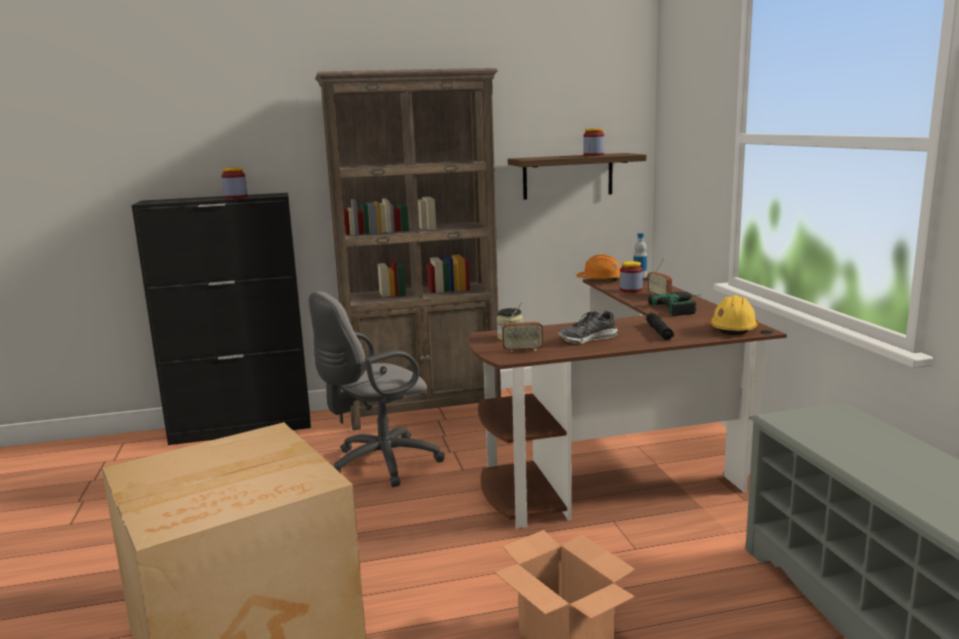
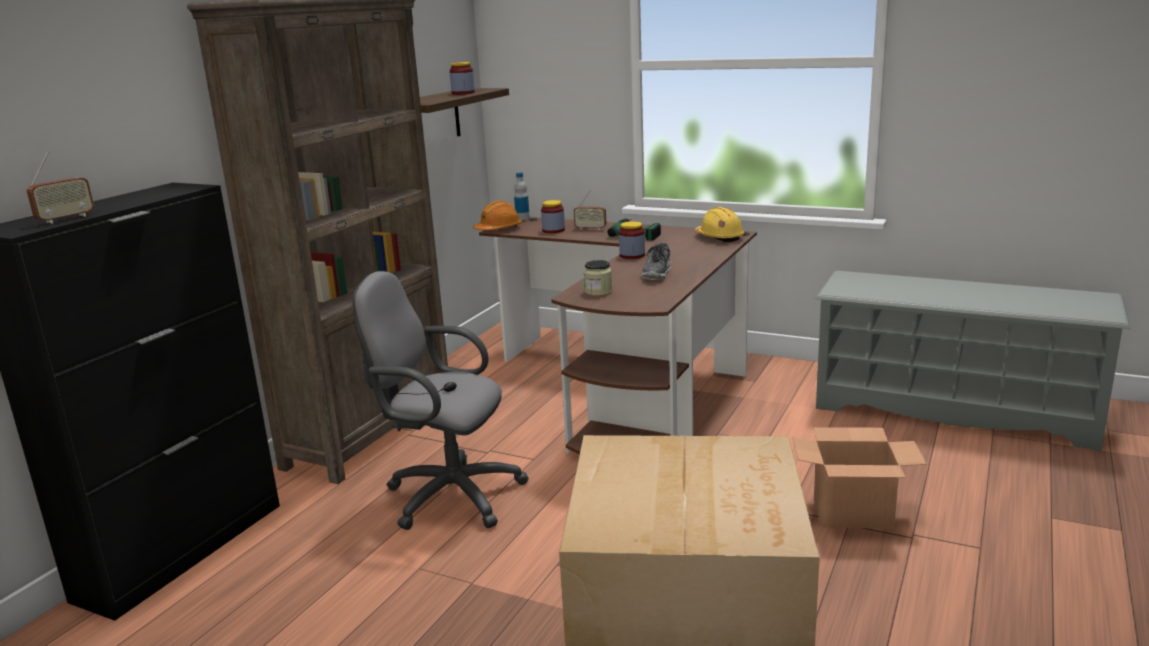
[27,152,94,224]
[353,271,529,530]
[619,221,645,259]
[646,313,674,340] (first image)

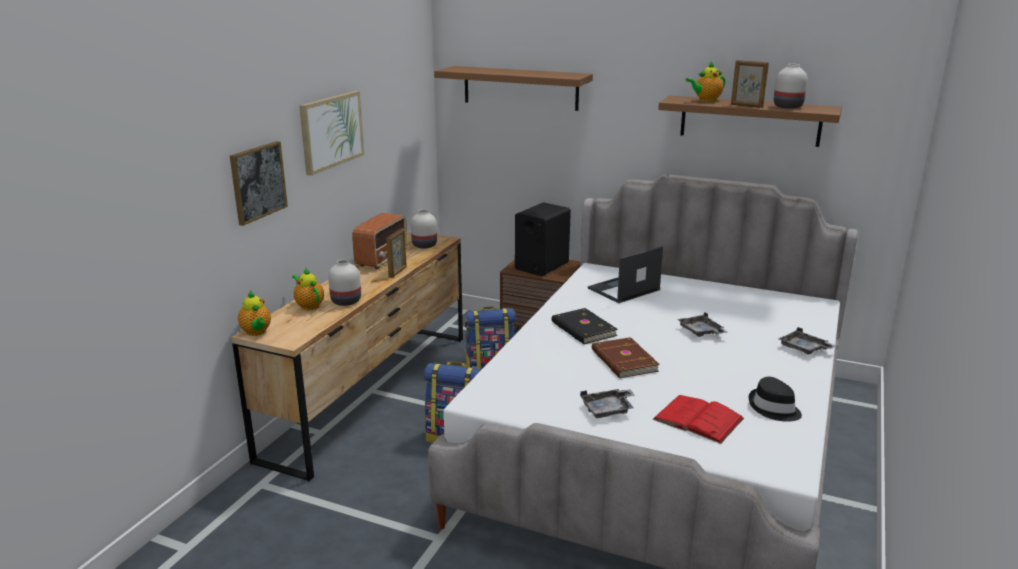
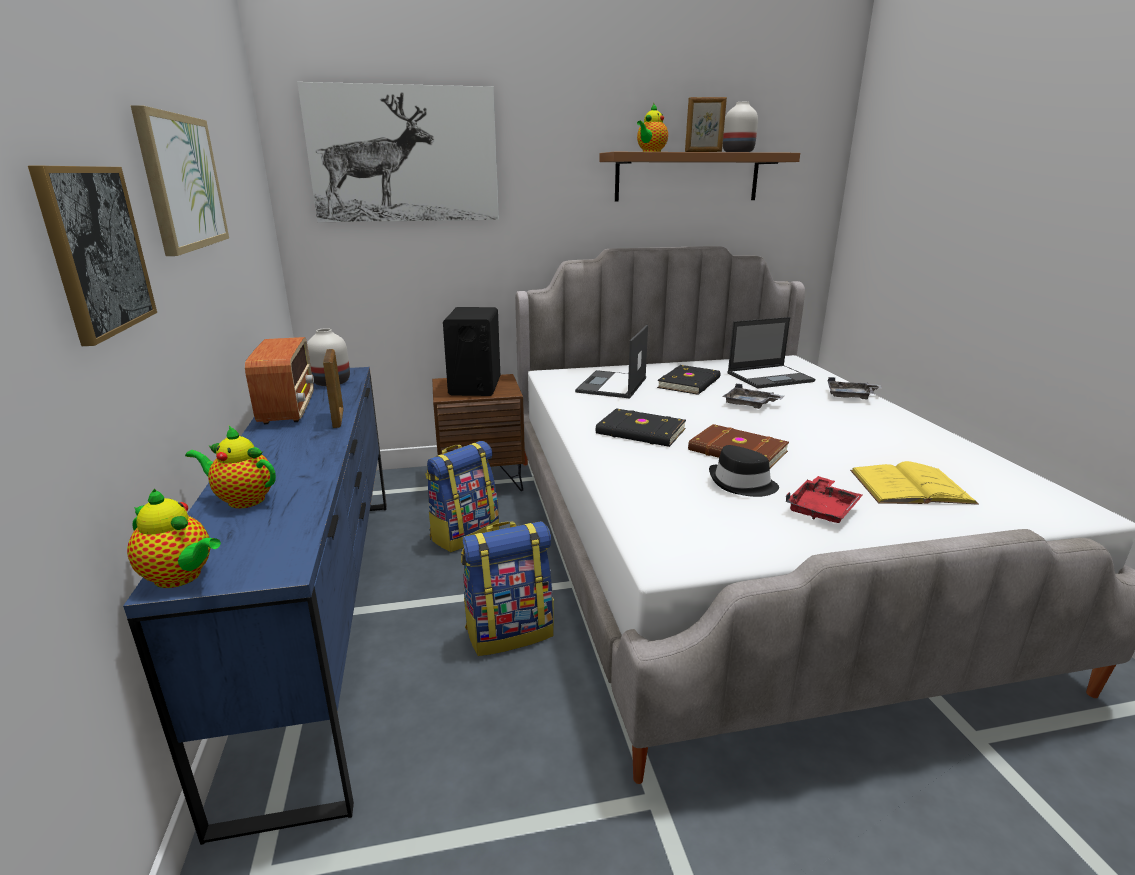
[123,367,387,845]
[297,82,499,222]
[657,365,721,395]
[709,445,779,497]
[727,317,815,389]
[786,476,863,523]
[850,461,979,505]
[328,259,361,306] (first image)

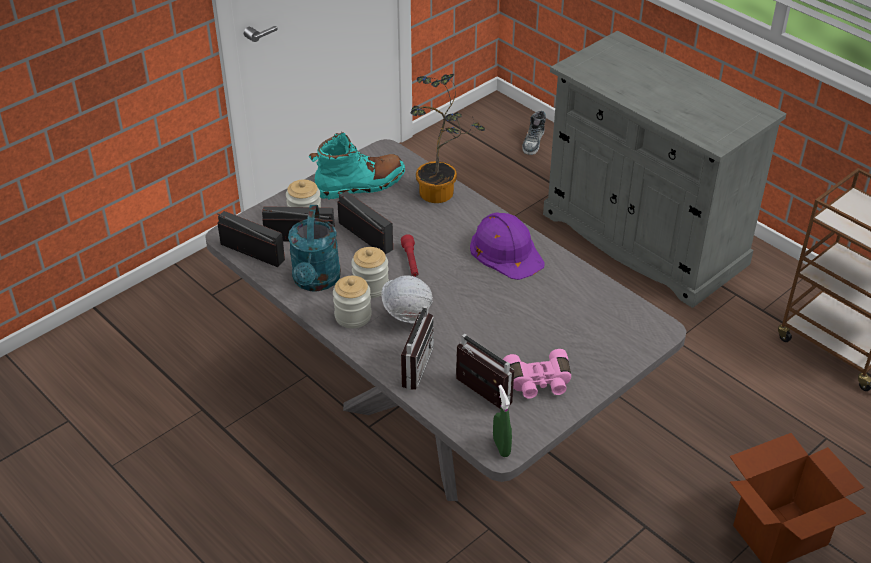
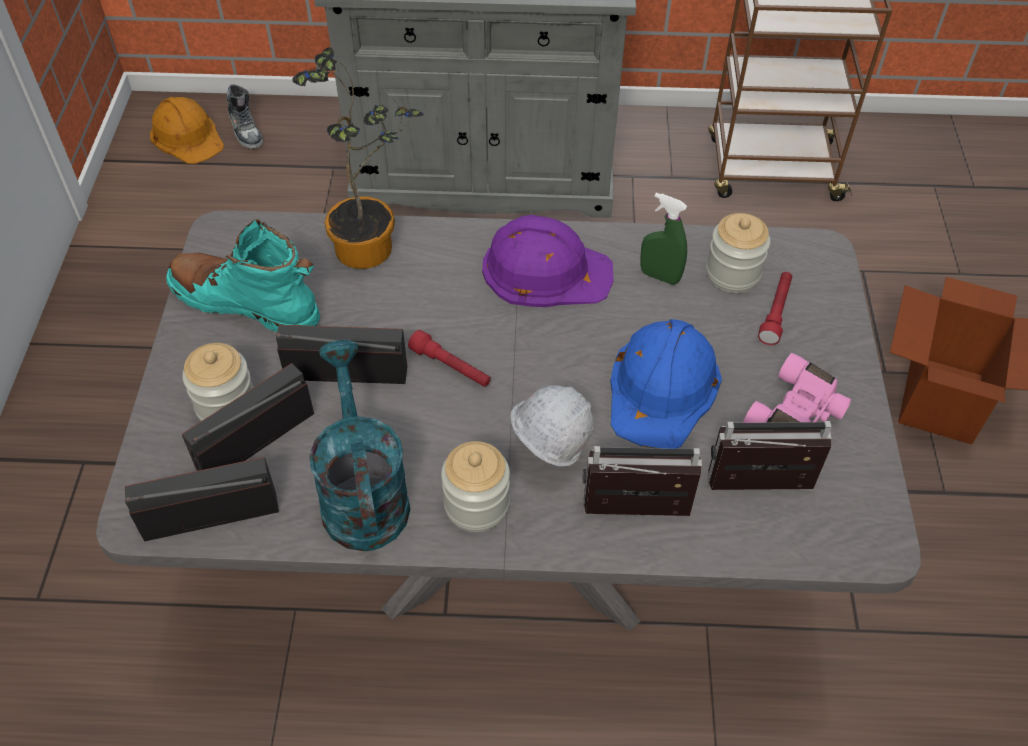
[150,97,224,164]
[166,219,320,332]
[309,340,410,551]
[583,446,702,516]
[610,319,722,449]
[640,193,687,285]
[706,213,770,293]
[758,272,792,345]

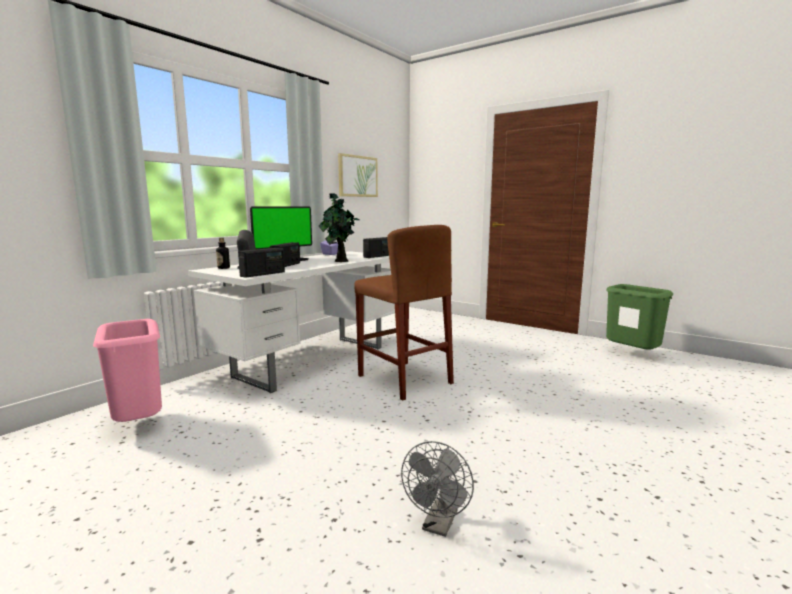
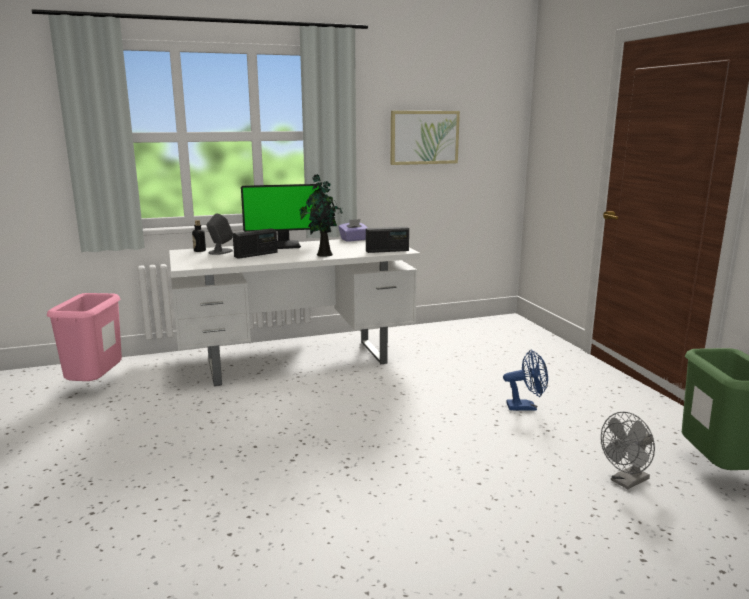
[503,349,548,411]
[601,412,655,489]
[238,248,285,278] (first image)
[354,225,454,400] (first image)

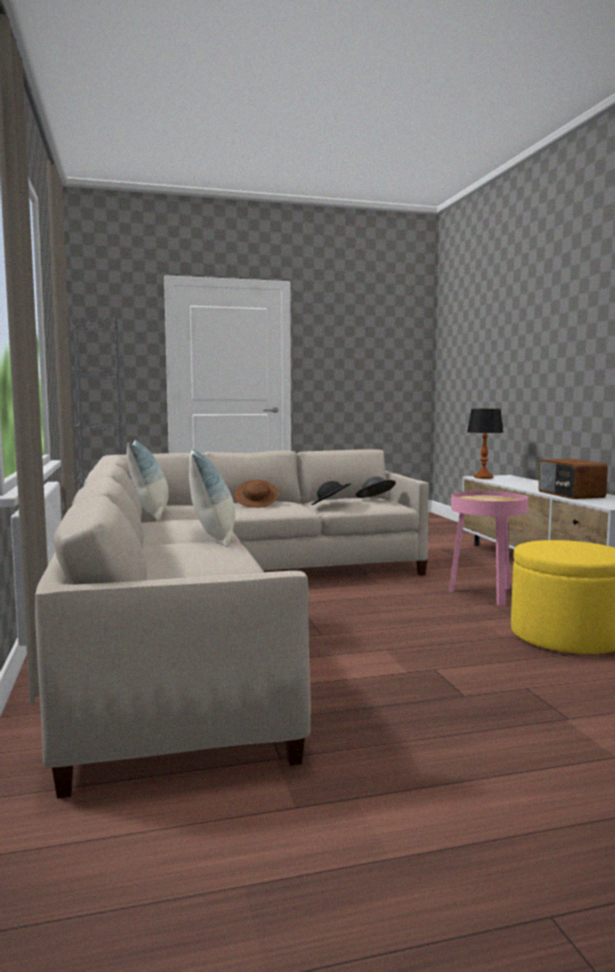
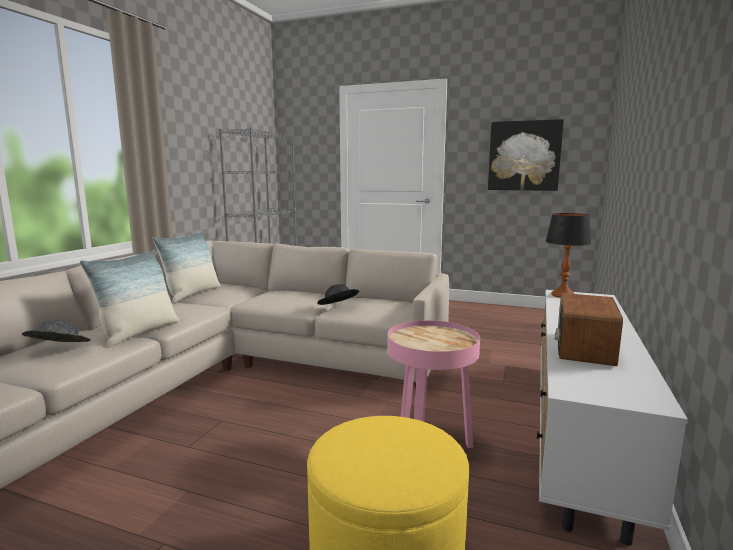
[22,319,91,342]
[488,119,564,191]
[234,480,279,508] (first image)

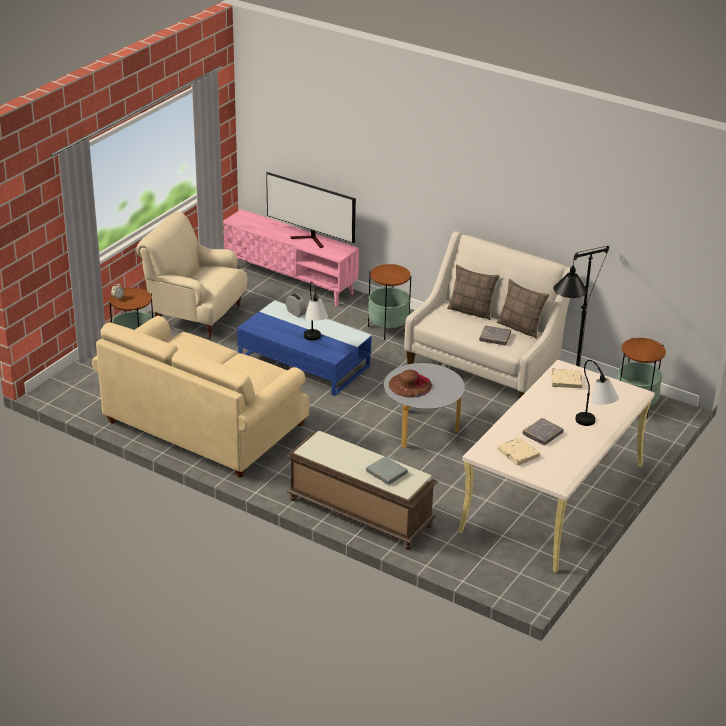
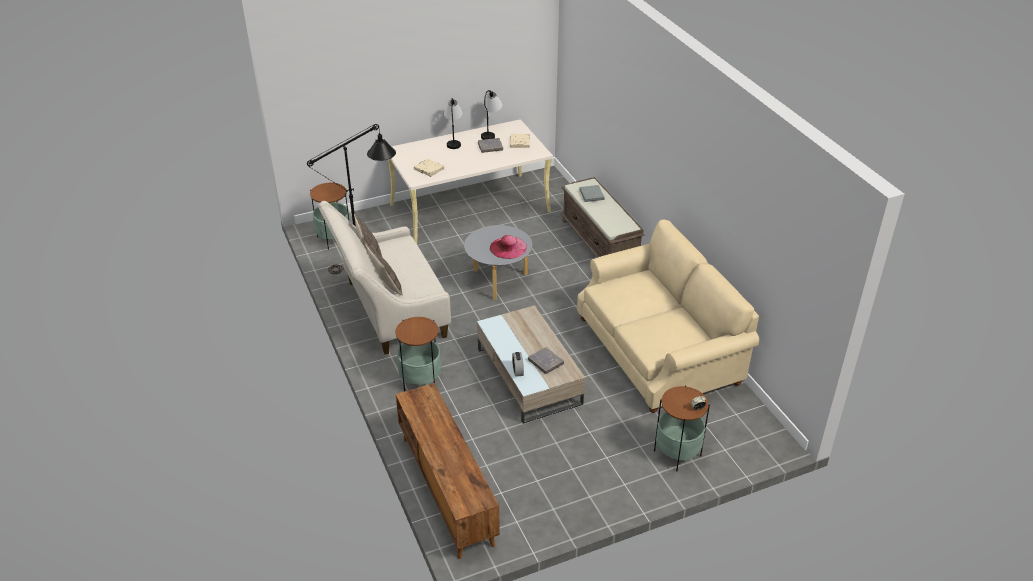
[396,383,500,559]
[477,305,585,424]
[481,90,503,140]
[490,235,527,259]
[528,347,564,374]
[136,212,247,339] (first image)
[266,172,356,248] (first image)

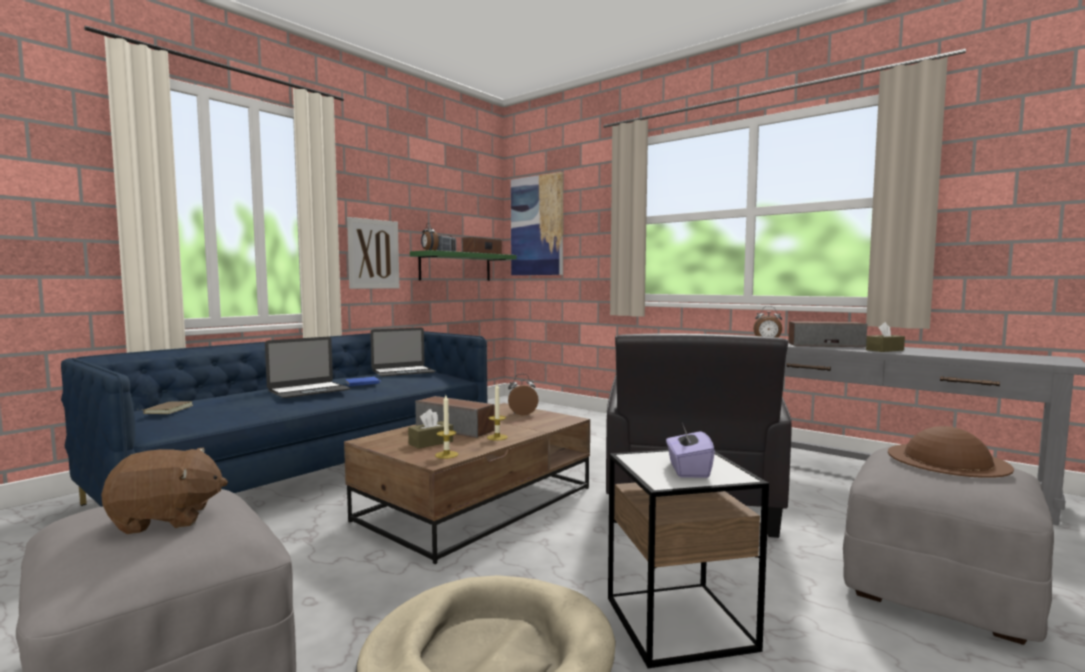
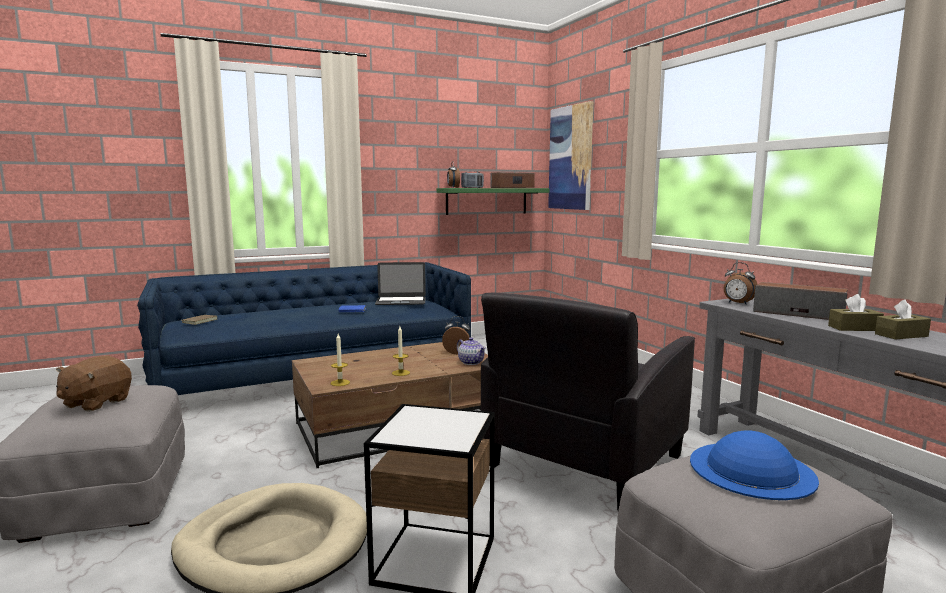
[56,355,132,412]
[457,337,486,365]
[690,430,819,500]
[875,299,931,339]
[265,337,350,398] (first image)
[347,217,399,289] (first image)
[415,396,494,438] (first image)
[666,423,715,478] (first image)

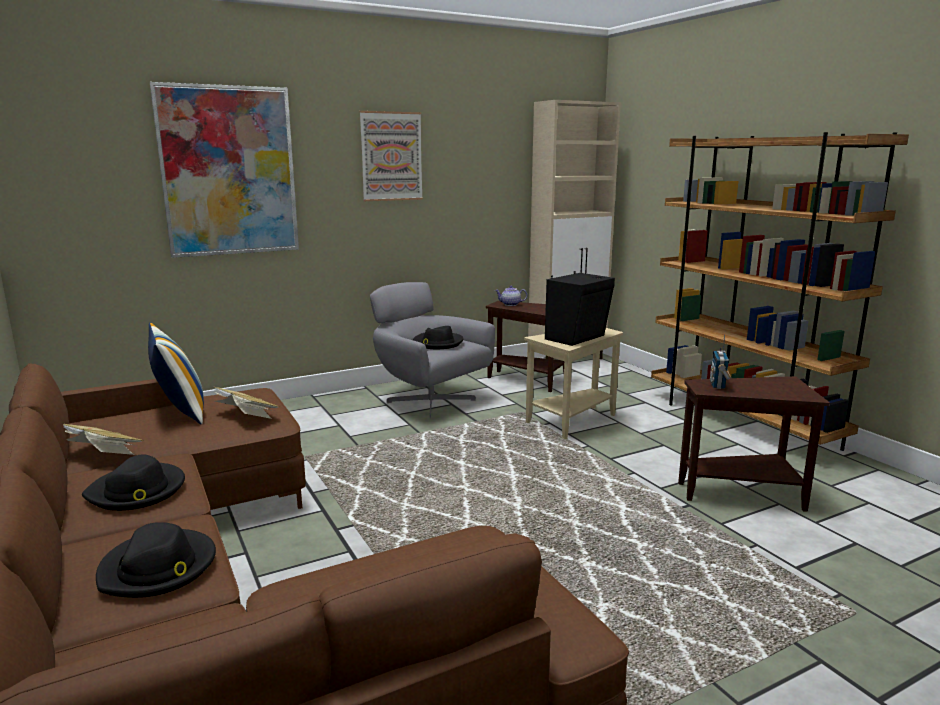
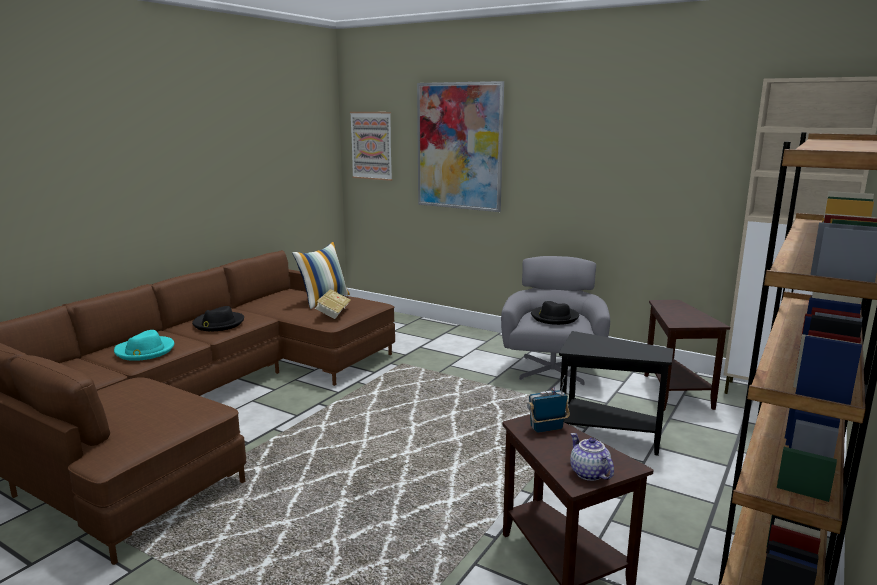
[114,330,174,361]
[350,112,392,181]
[559,331,673,456]
[570,433,614,481]
[63,424,144,455] (first image)
[545,271,615,346] (first image)

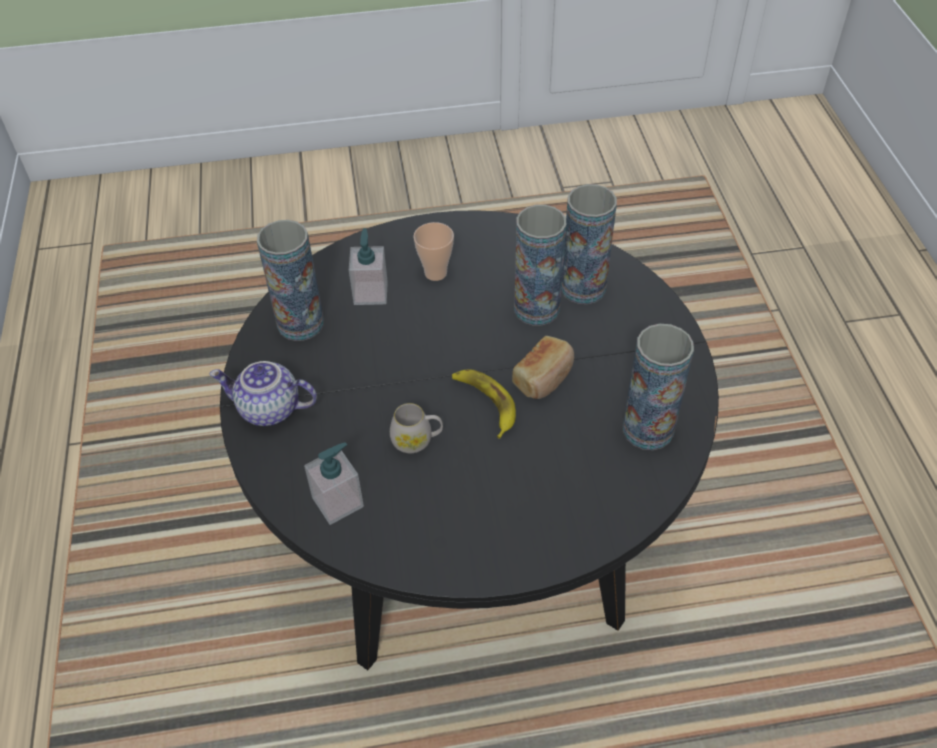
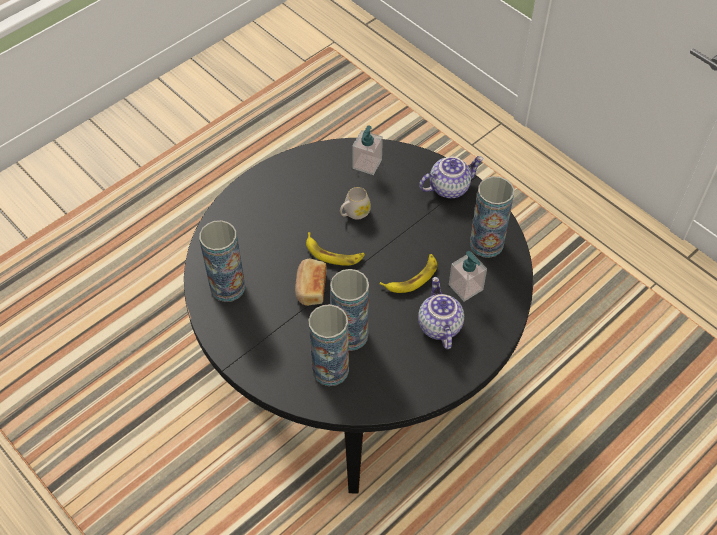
[379,254,437,293]
[418,277,464,349]

